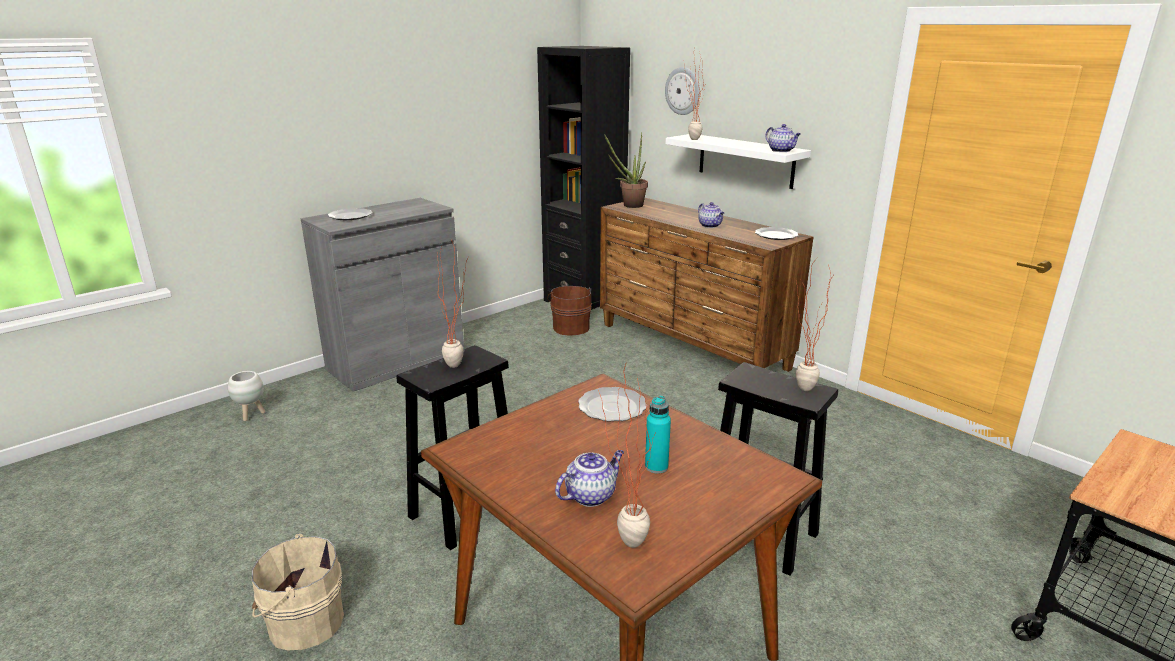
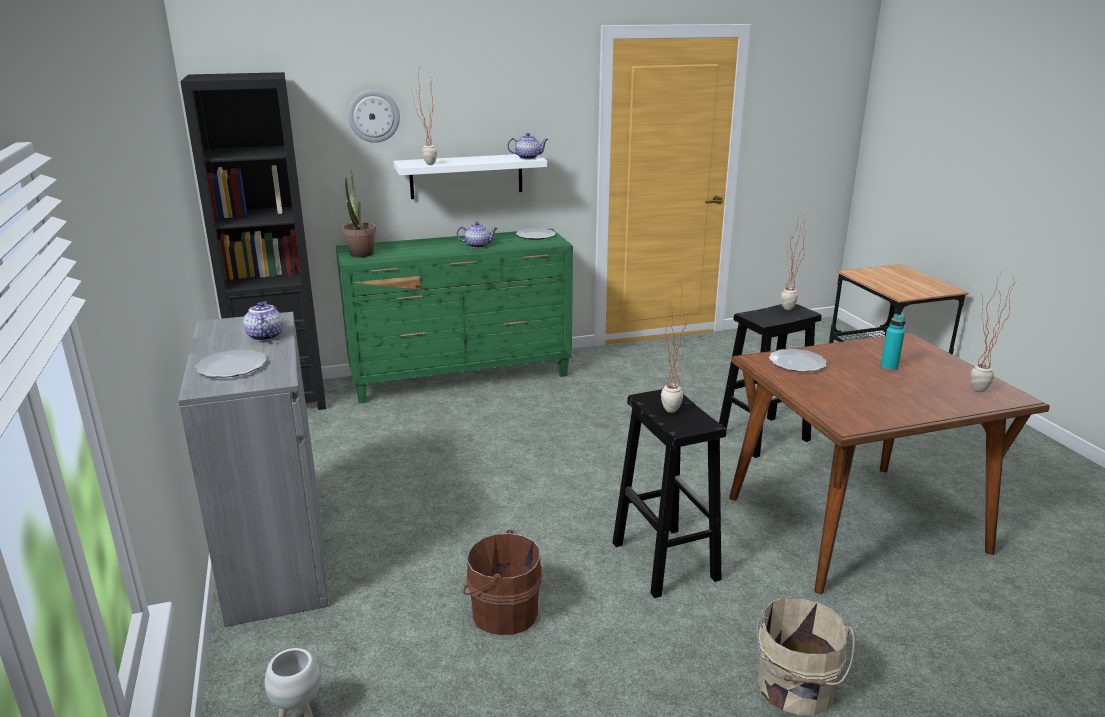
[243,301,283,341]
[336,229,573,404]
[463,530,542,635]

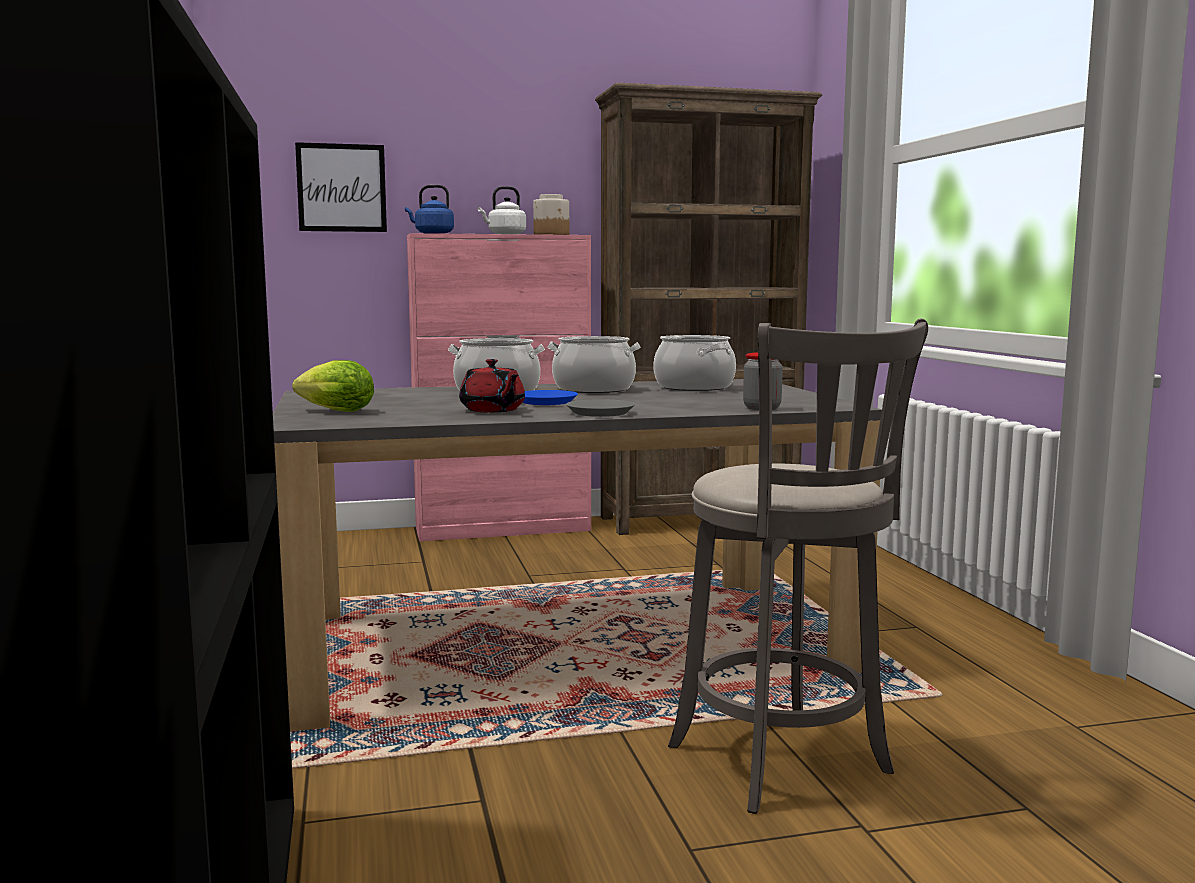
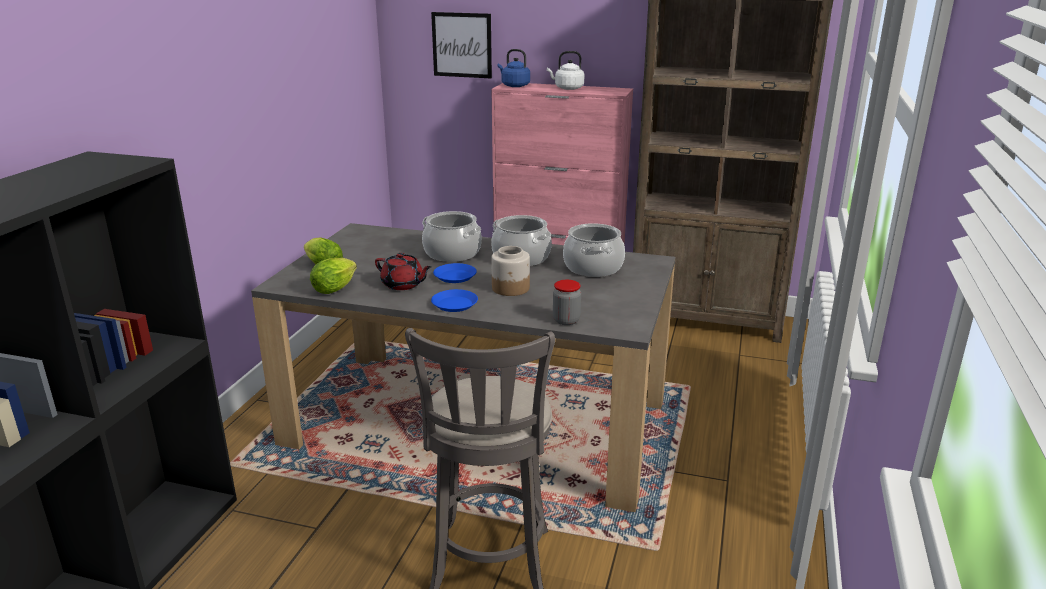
[310,258,357,294]
[375,253,432,290]
[431,289,478,312]
[491,246,530,296]

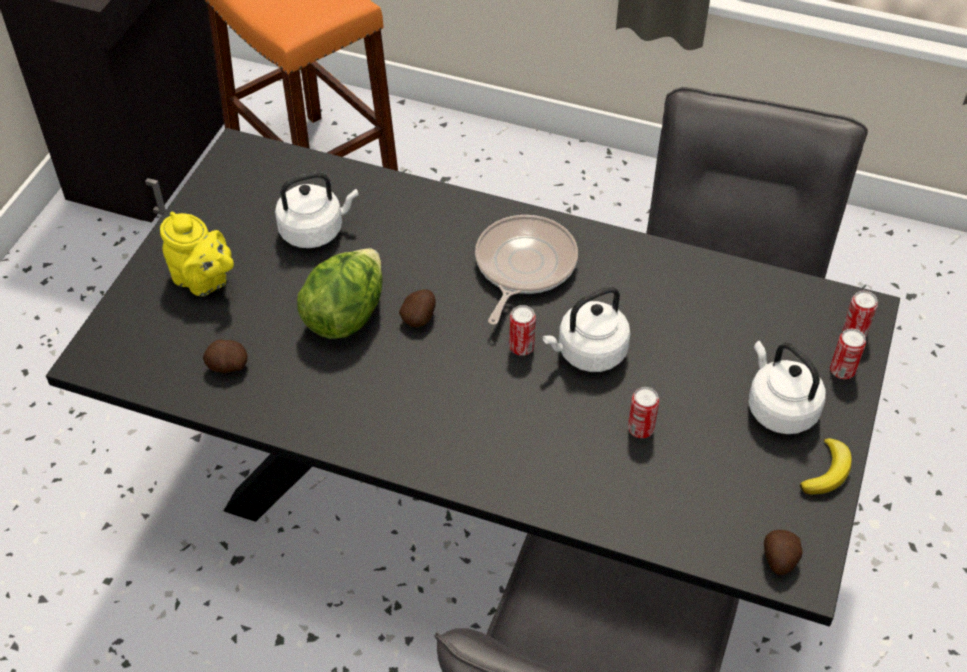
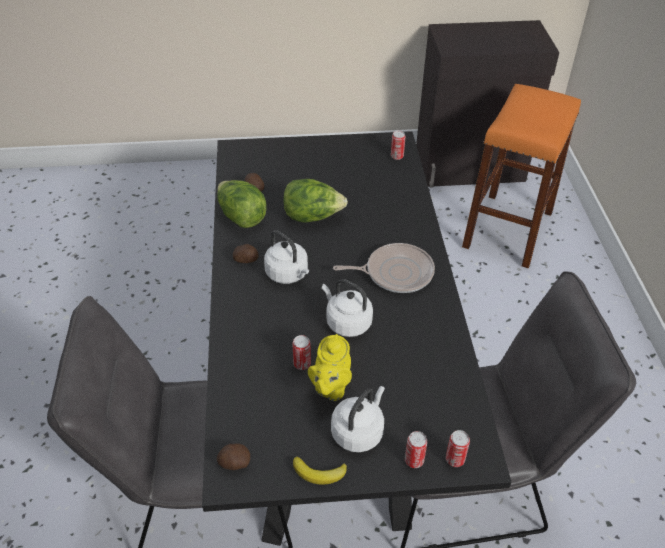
[217,180,267,228]
[233,244,259,263]
[264,230,309,284]
[308,334,352,401]
[391,131,406,160]

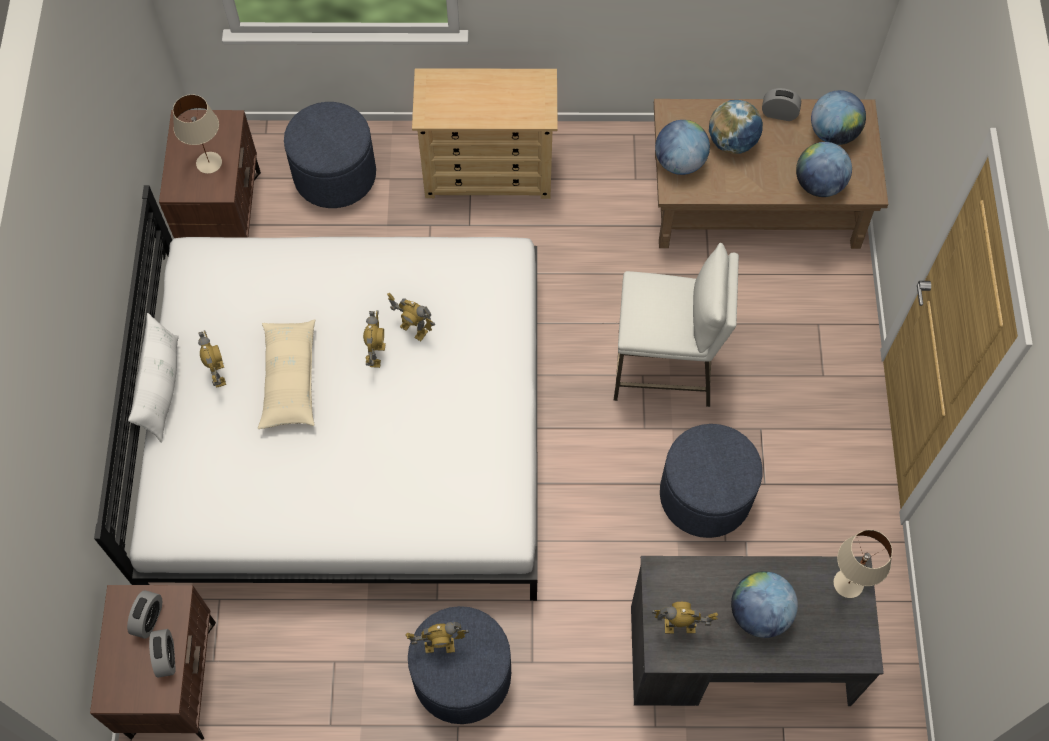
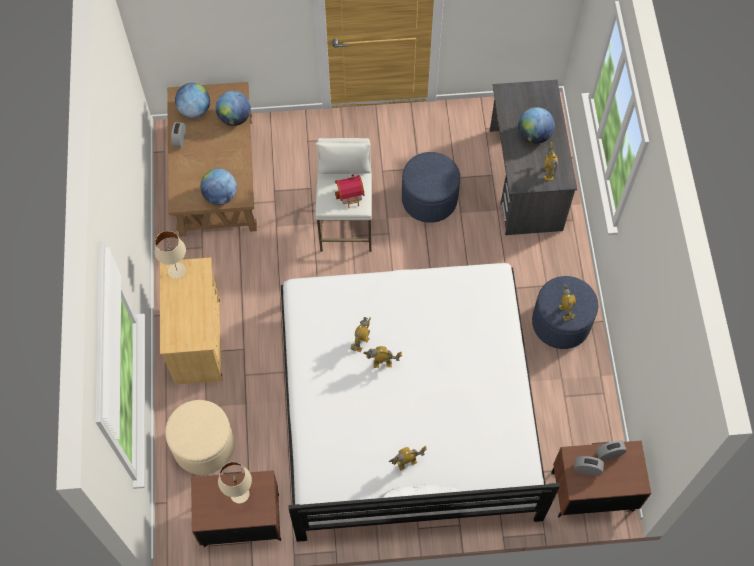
[155,231,186,279]
[165,400,235,475]
[335,174,365,208]
[258,319,315,429] (first image)
[709,100,763,154] (first image)

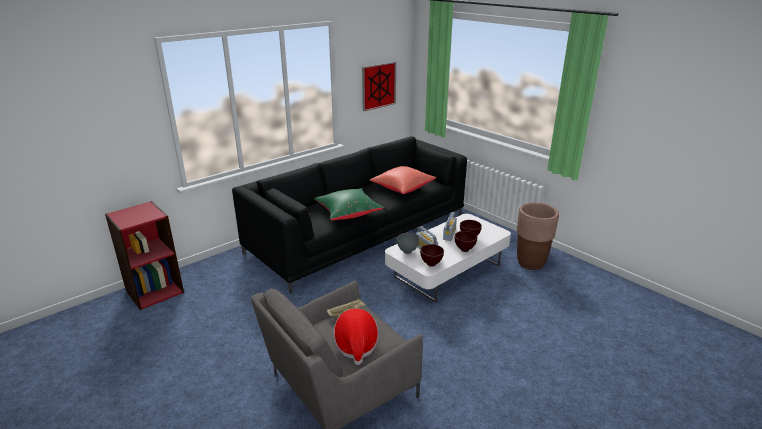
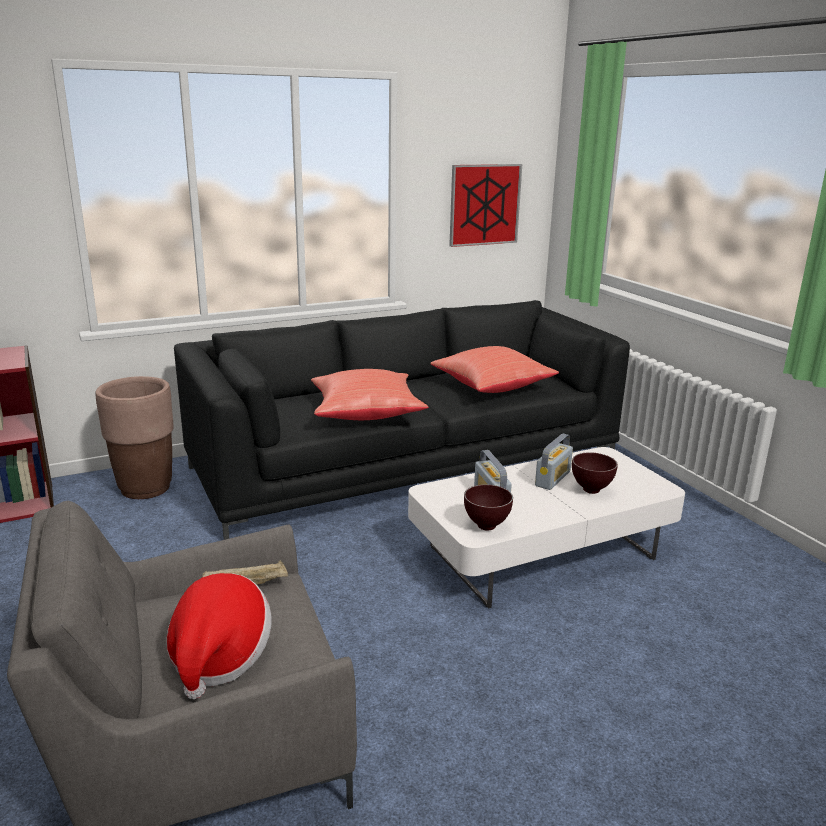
[95,376,174,499]
[311,369,429,420]
[397,233,419,254] (first image)
[455,231,477,252] (first image)

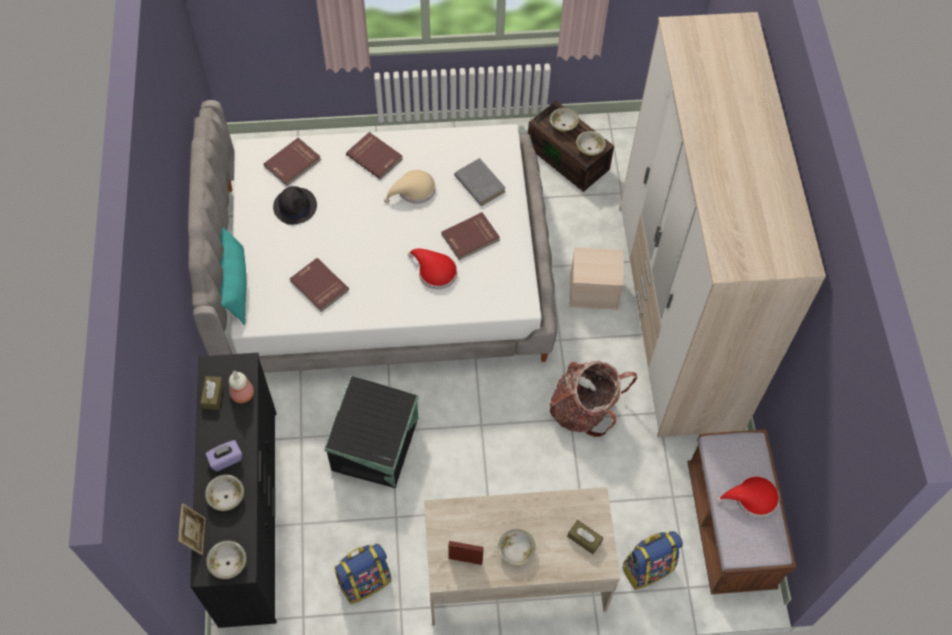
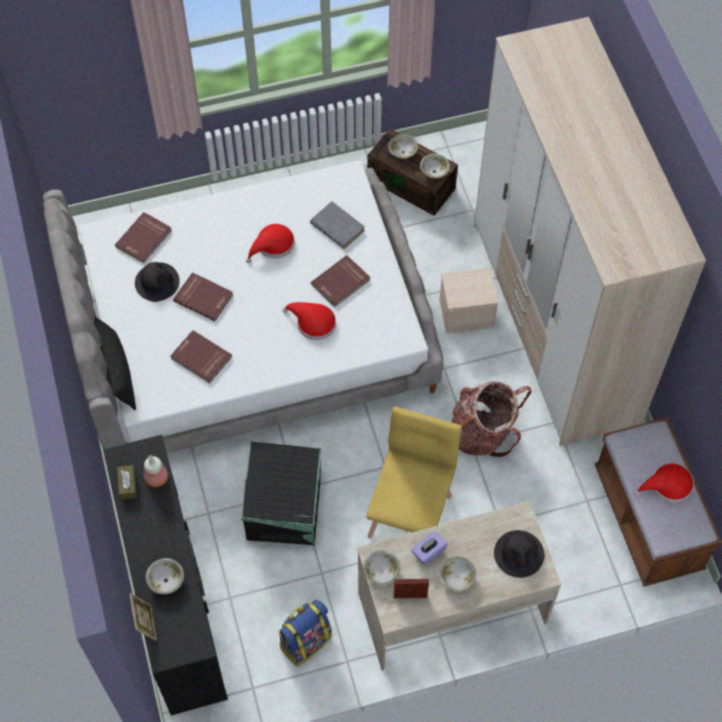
[94,316,136,410]
[173,272,233,322]
[246,224,295,263]
[363,550,400,585]
[367,406,462,539]
[412,532,448,565]
[494,530,544,578]
[622,531,683,590] (first image)

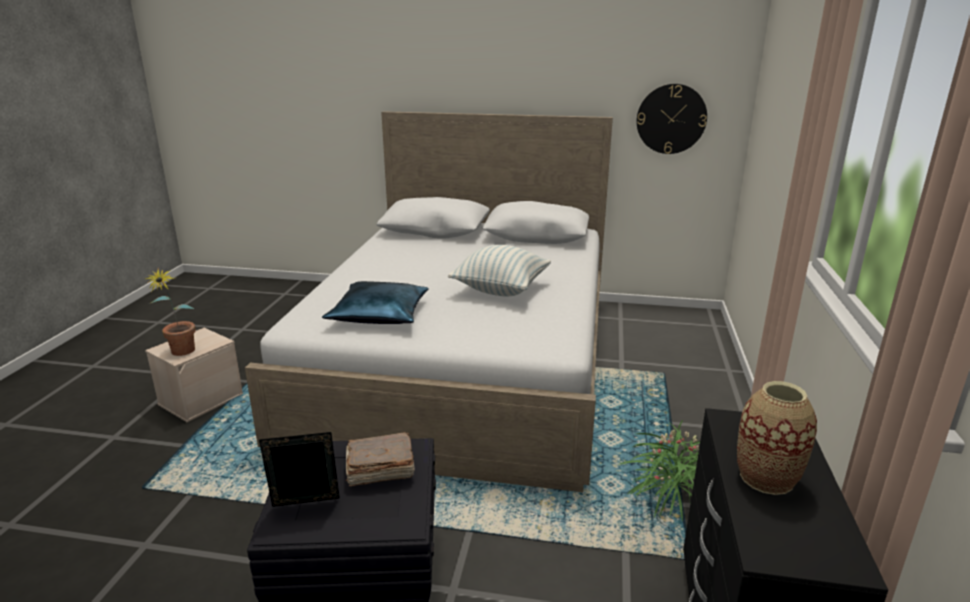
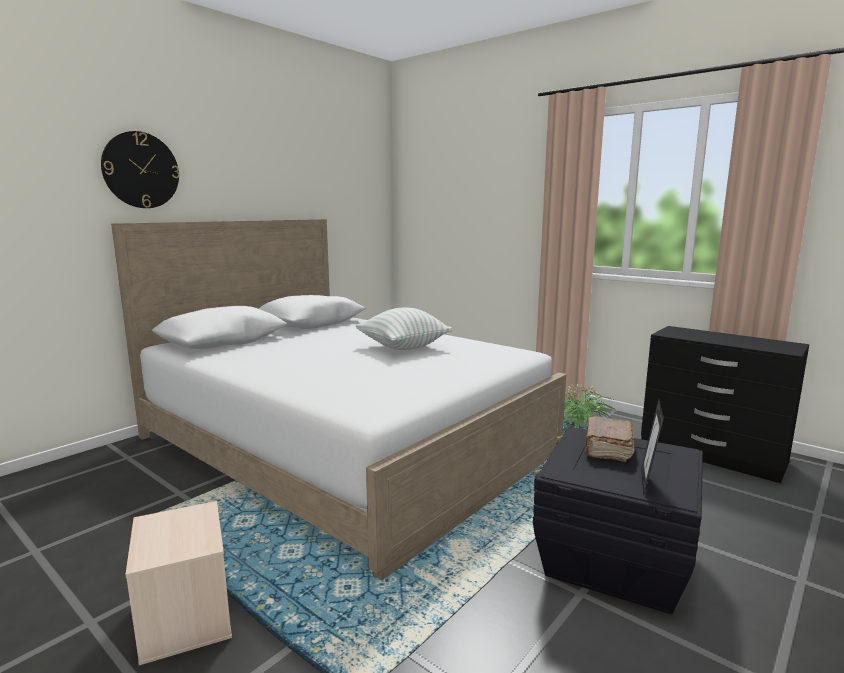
[101,131,180,208]
[146,268,196,356] (first image)
[322,281,429,324] (first image)
[737,381,817,495] (first image)

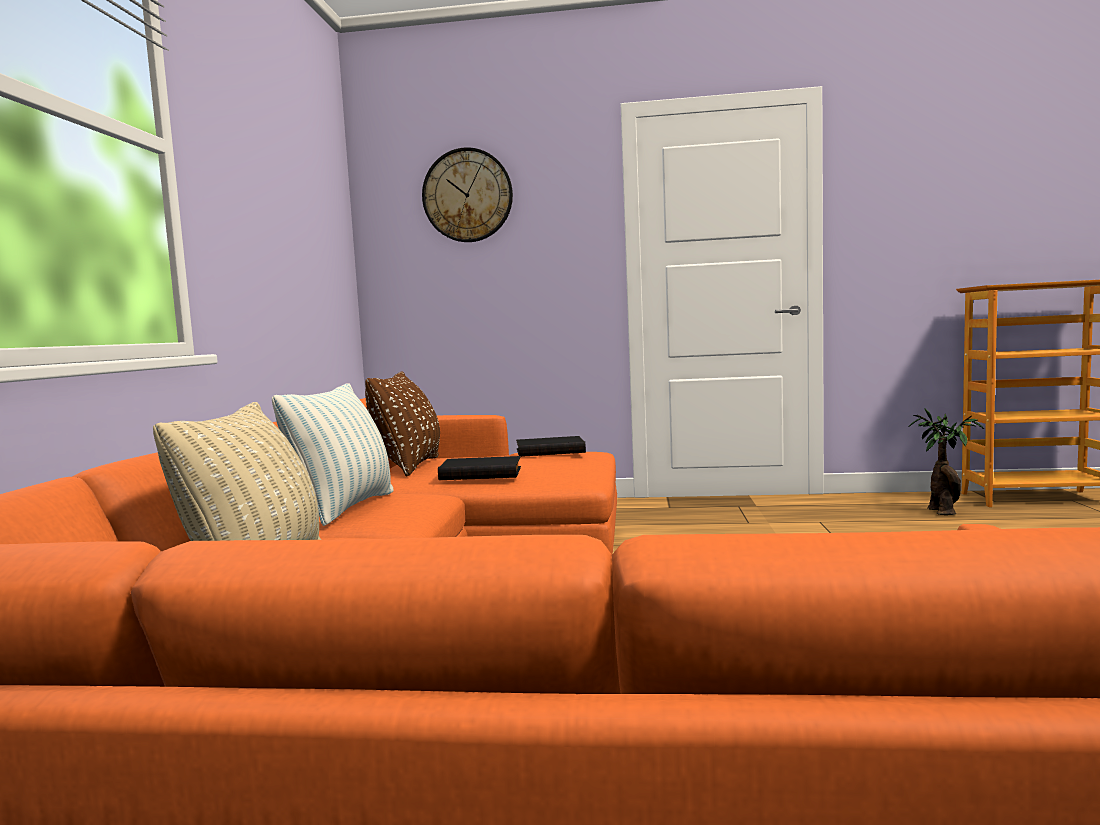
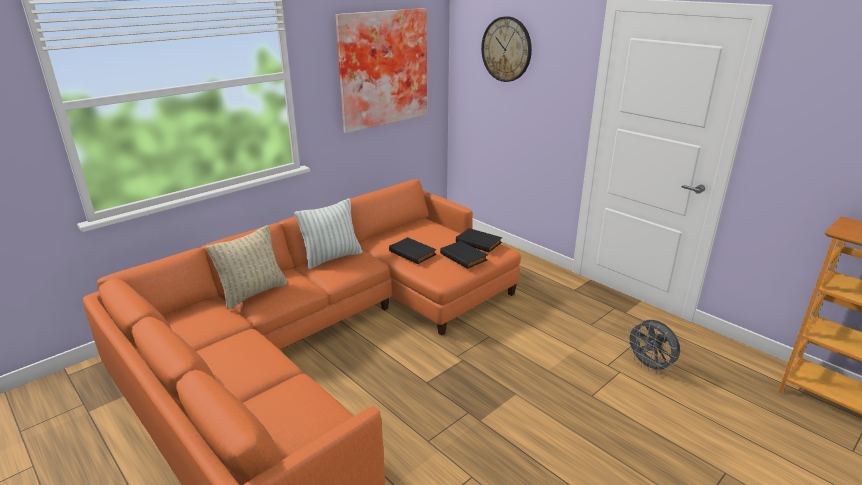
[336,8,427,133]
[440,241,487,269]
[625,320,680,374]
[365,371,440,477] (first image)
[908,408,984,515] (first image)

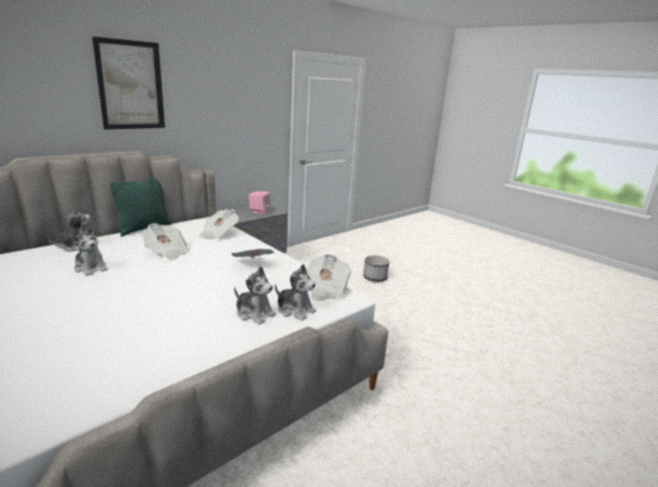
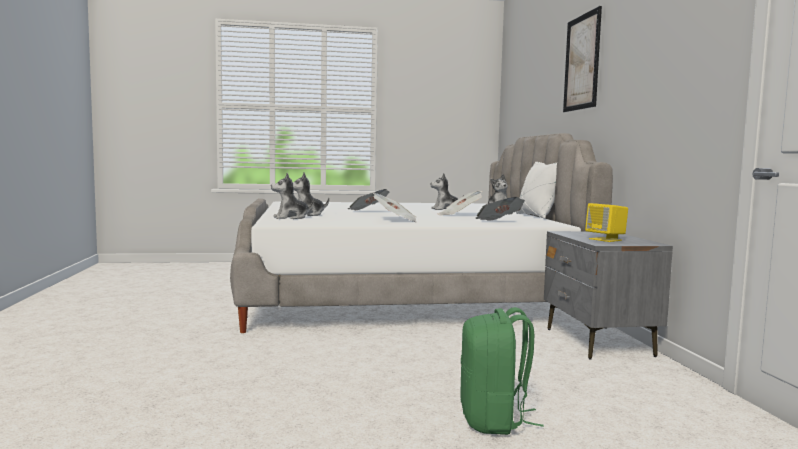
[348,189,390,210]
[460,307,544,435]
[516,162,557,219]
[585,203,628,242]

